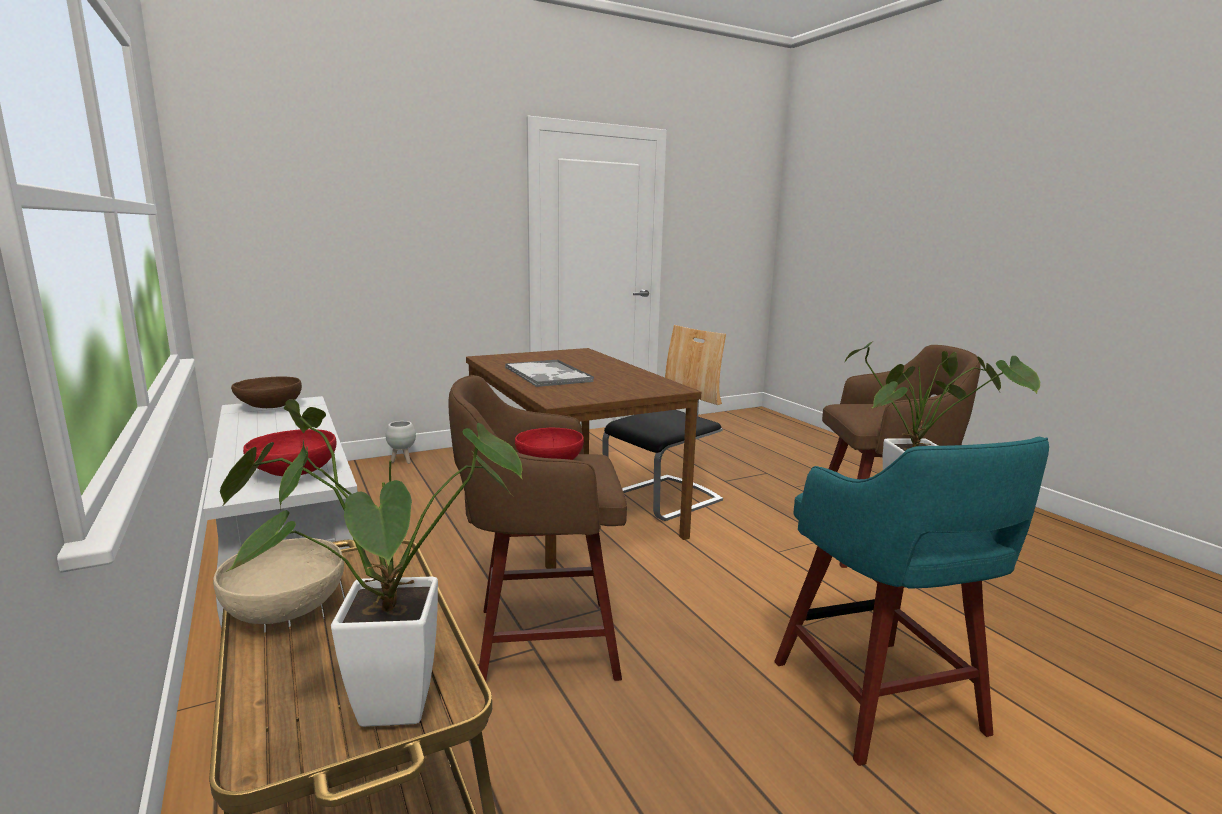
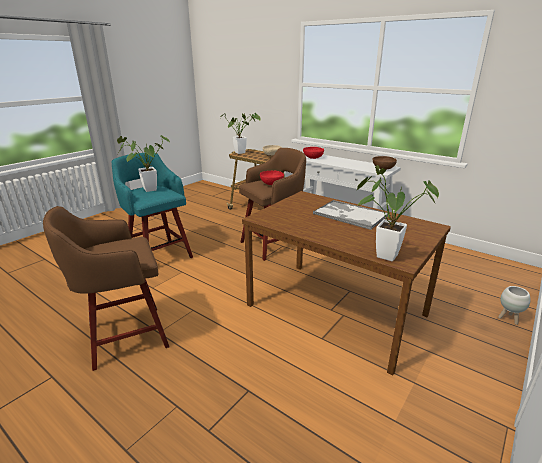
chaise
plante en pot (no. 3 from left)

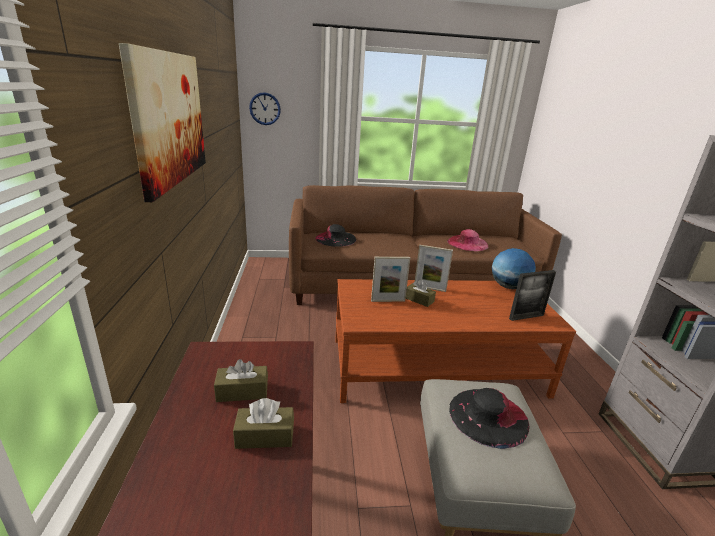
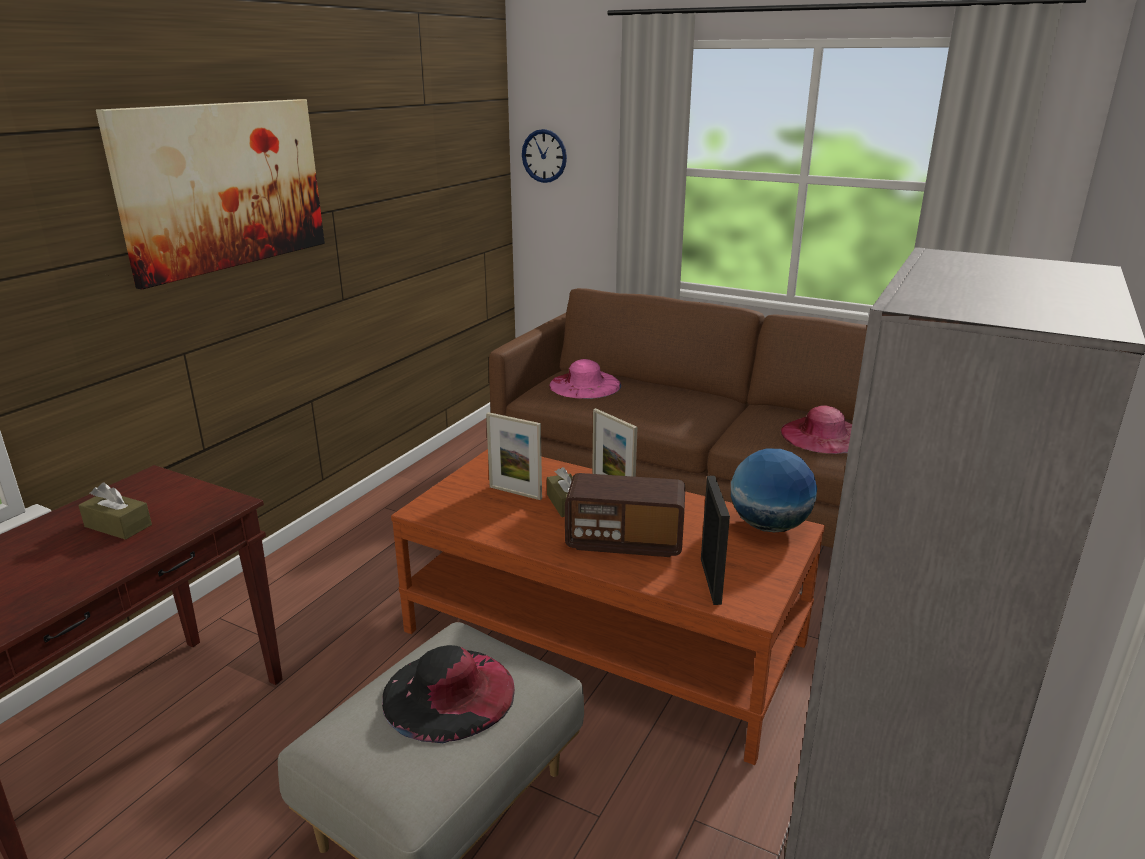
boîte à mouchoirs [marron] (no. 2 from left in the first image)
radio
chapeau [rose] (no. 1 from left)
cadre photo (no. 3 from left)

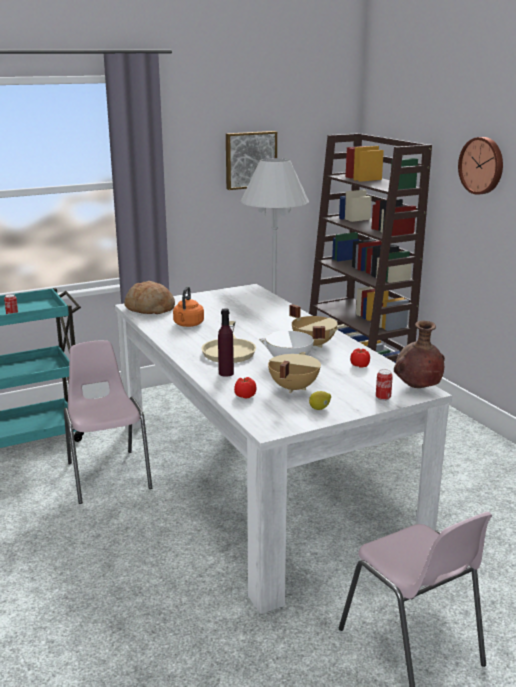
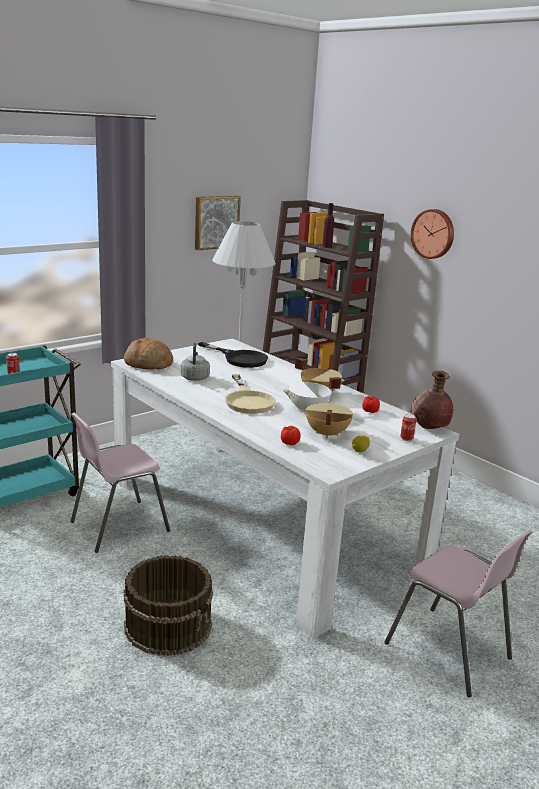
seau [marron]
poêle [noir]
bouteille [violet]
bouilloire [gris]
chaise [rose] (no. 1 from left)

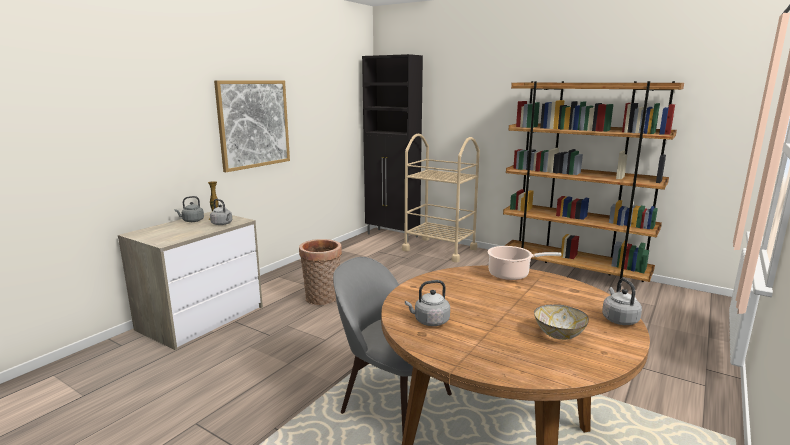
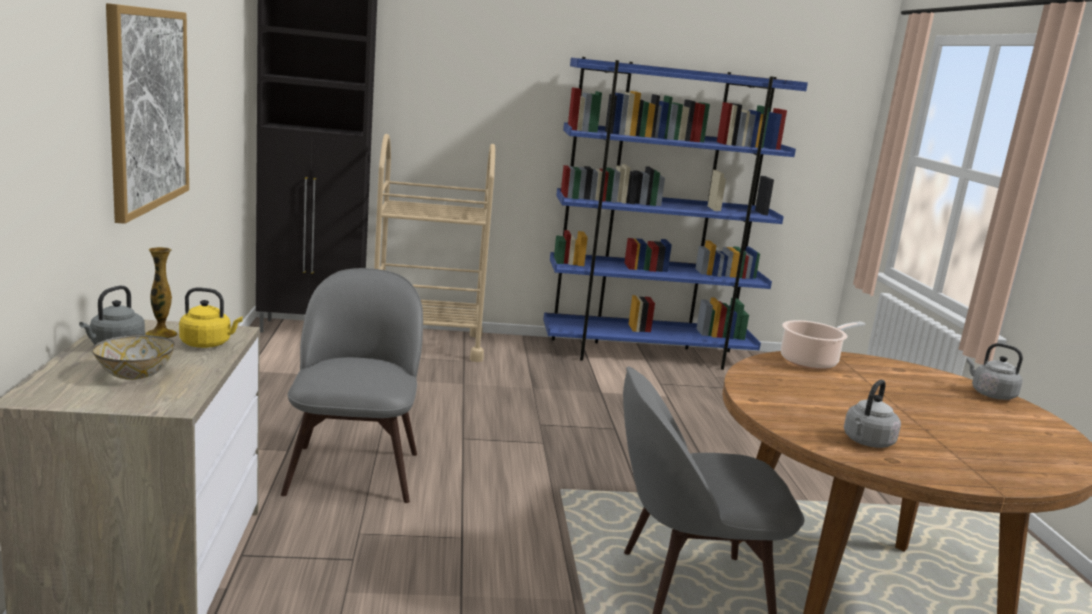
bol
chaise [gris] (no. 1 from left)
bouilloire [jaune]
bibliothèque [bleu]

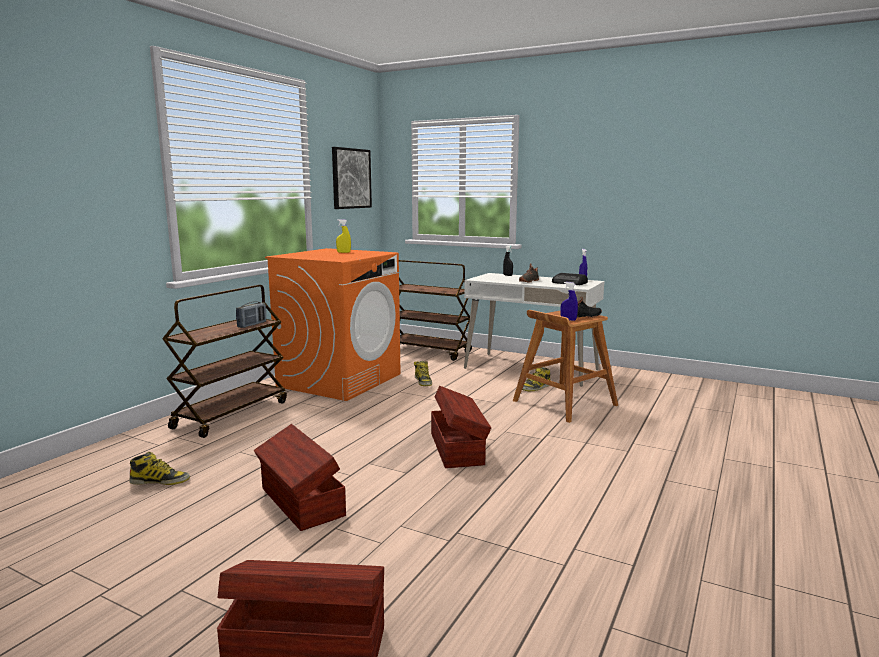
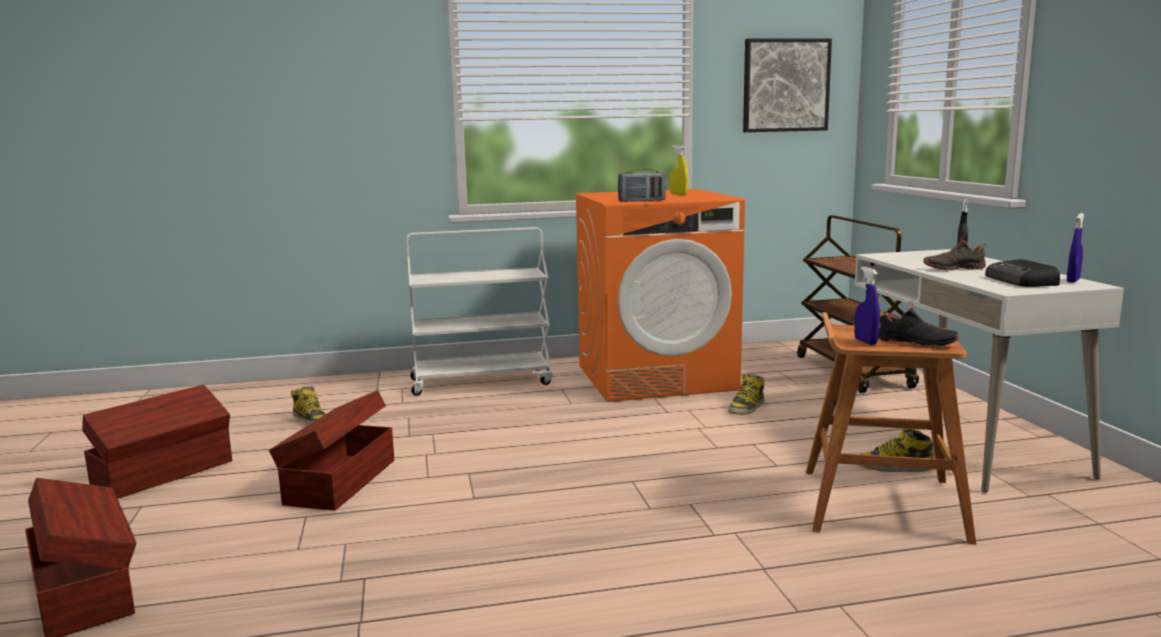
radio (no. 1 from left)
boîte de rangement [marron] (no. 2 from left)
chariot [blanc]

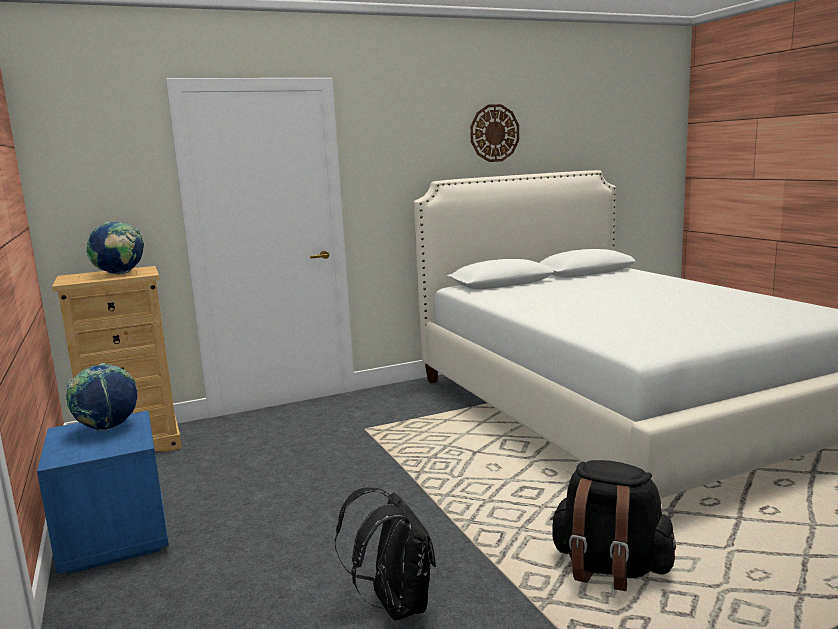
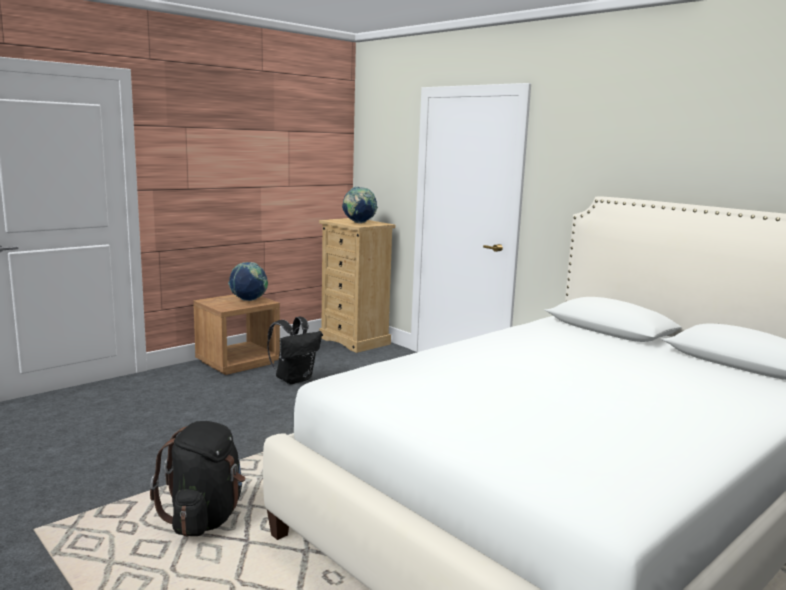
horloge murale
sac à dos [noir] (no. 2 from left)
table de chevet [marron]

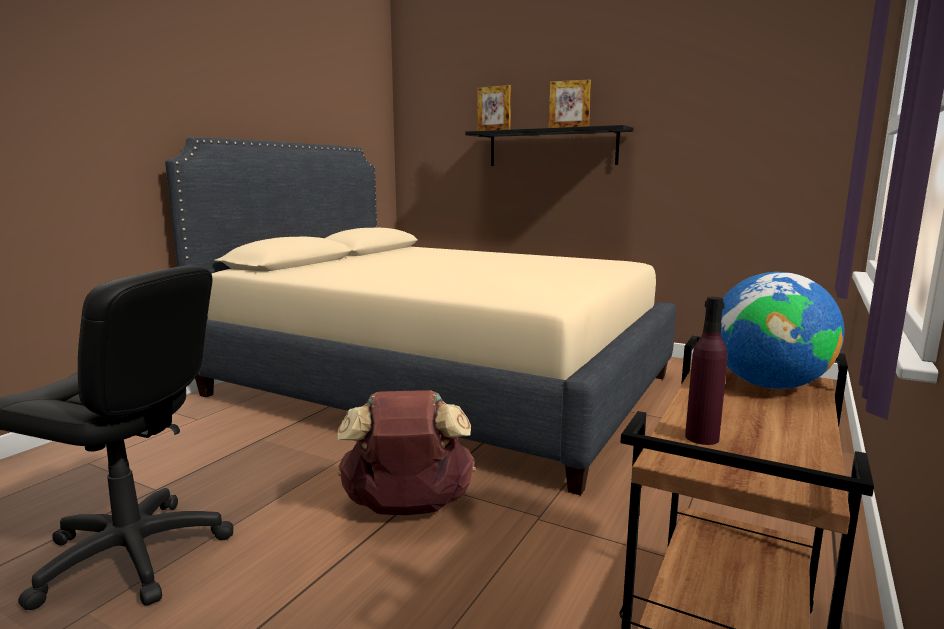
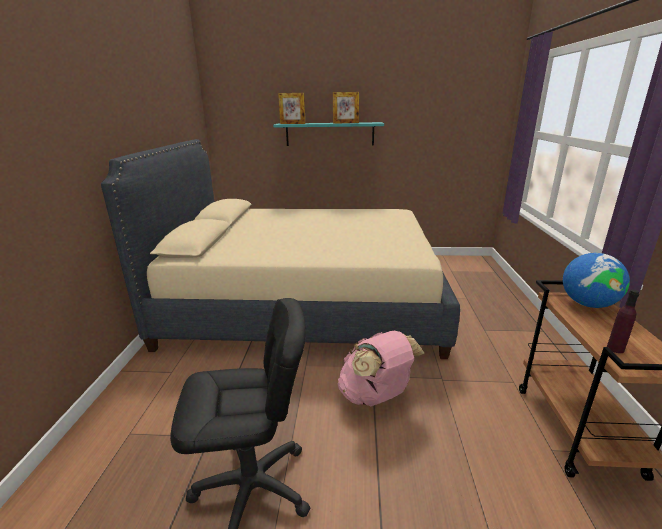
sac à dos [rose]
étagère [turquoise]

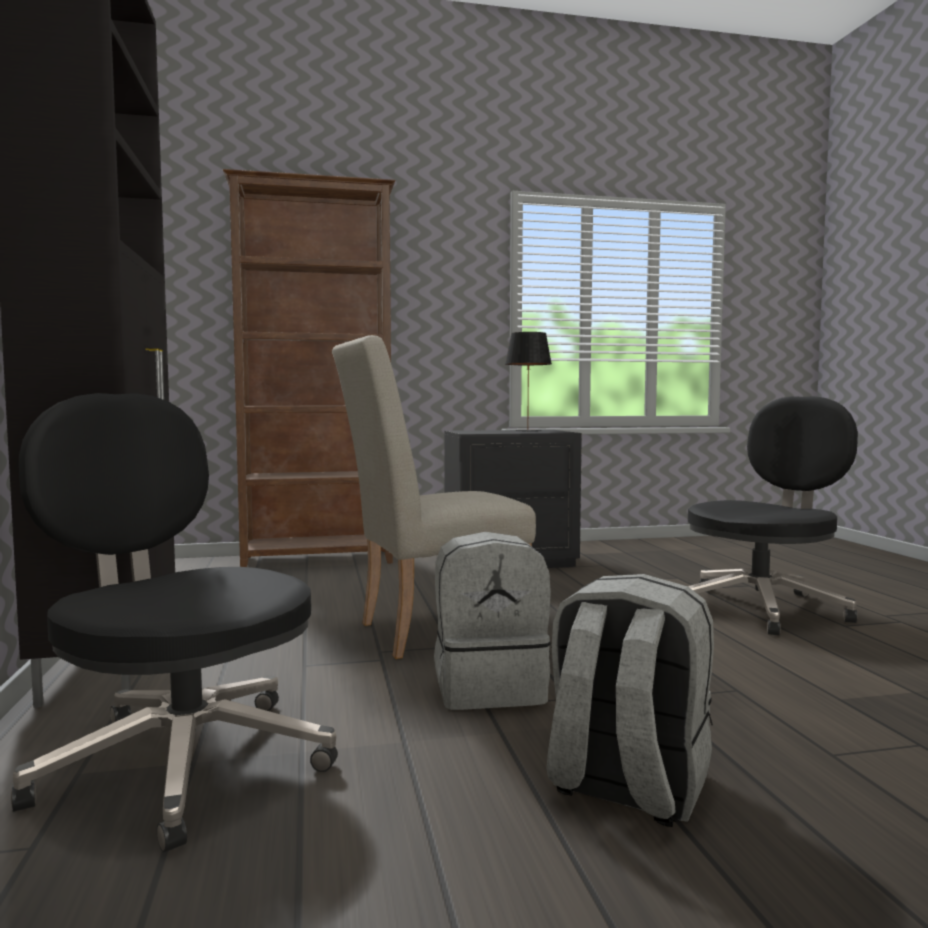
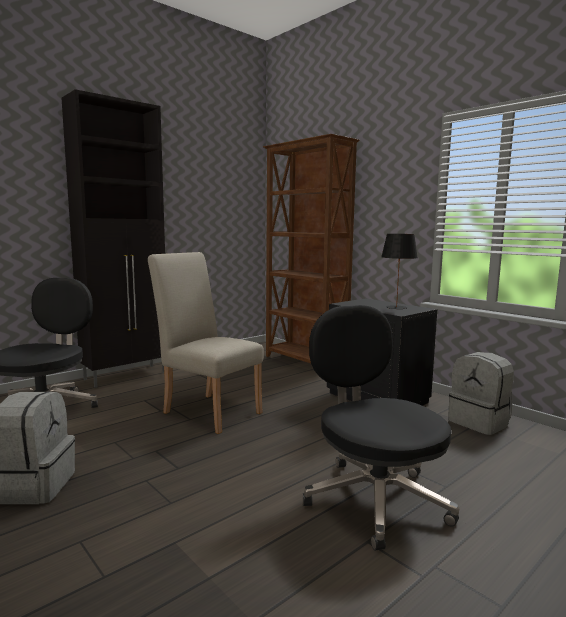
sac à dos [gris] (no. 2 from left)
chaise de bureau [noir] (no. 2 from left)

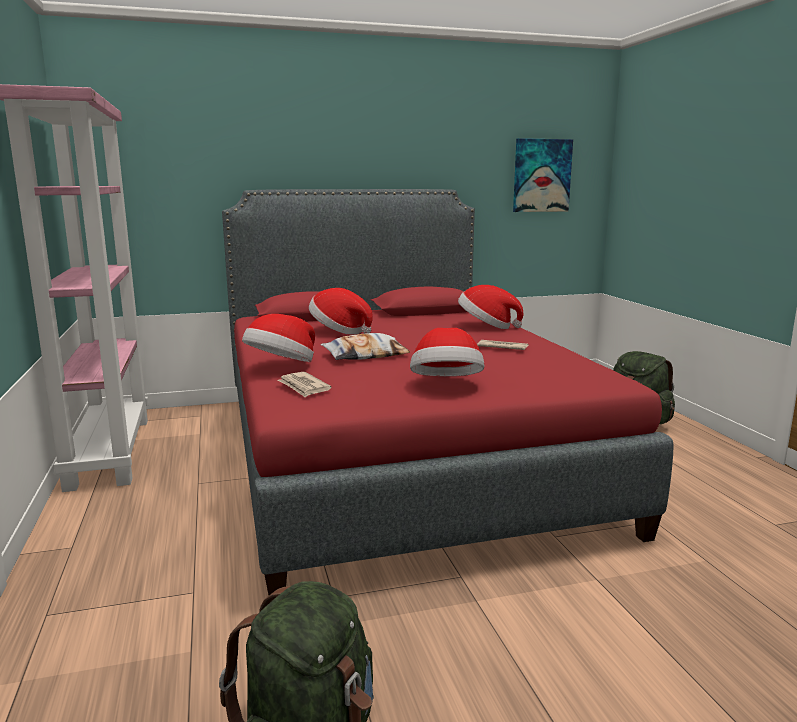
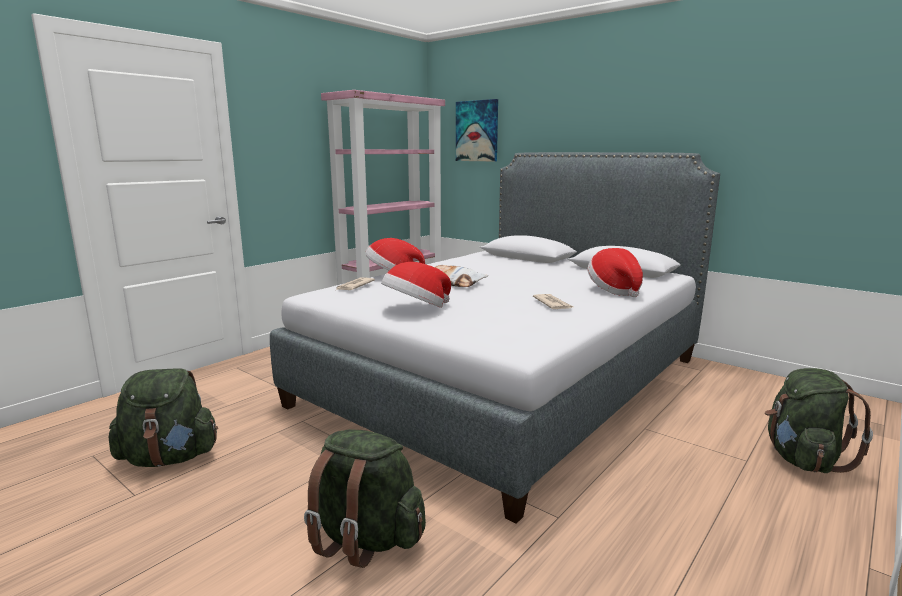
chapeau (no. 2 from left in the first image)
sac à dos [vert] (no. 2 from left)
tableau
lit [gris]

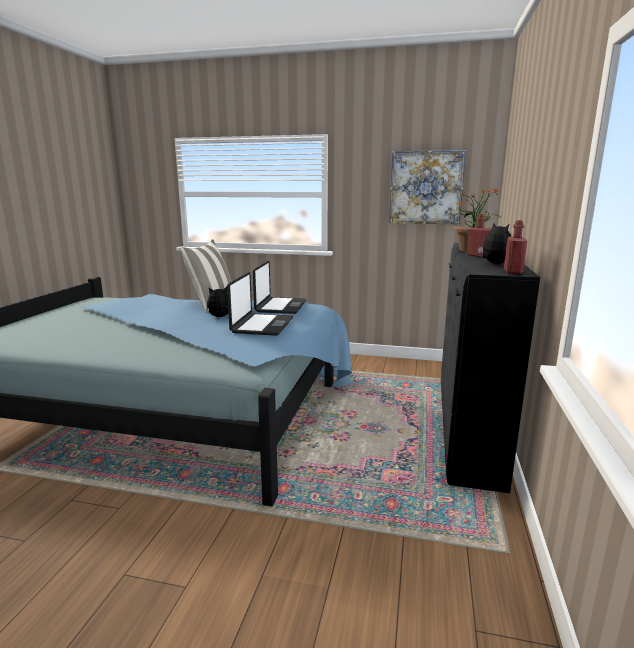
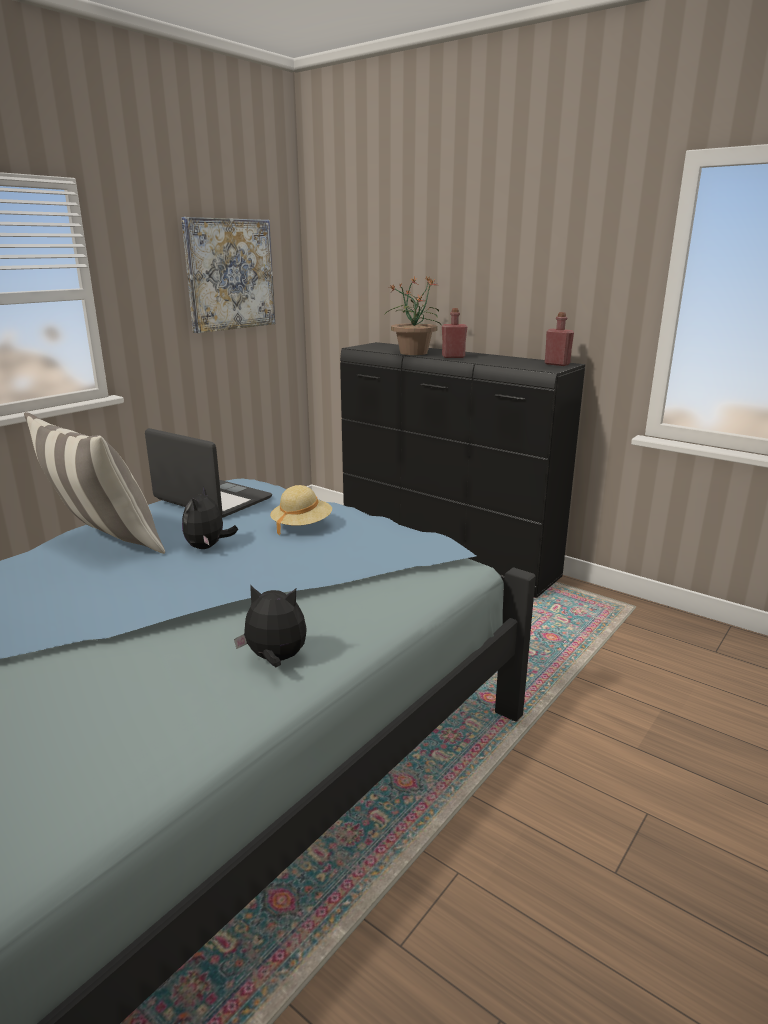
peluche (no. 2 from left)
chapeau [beige]

